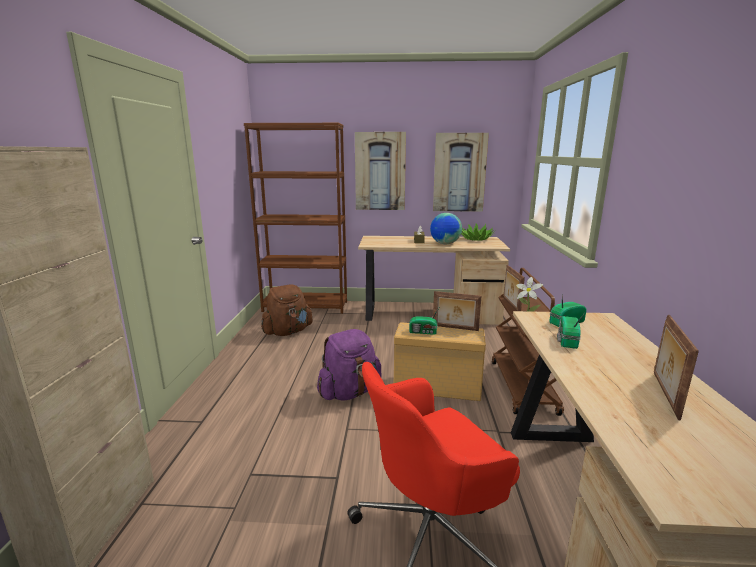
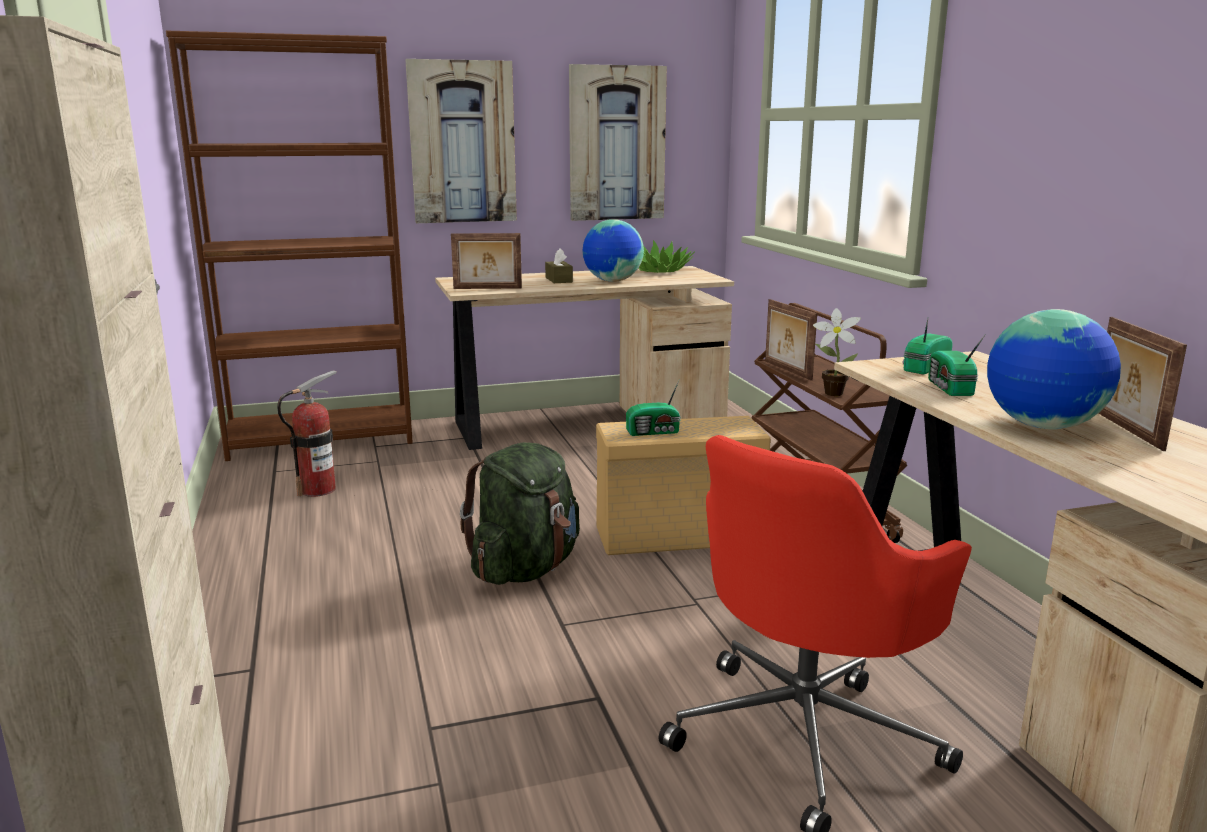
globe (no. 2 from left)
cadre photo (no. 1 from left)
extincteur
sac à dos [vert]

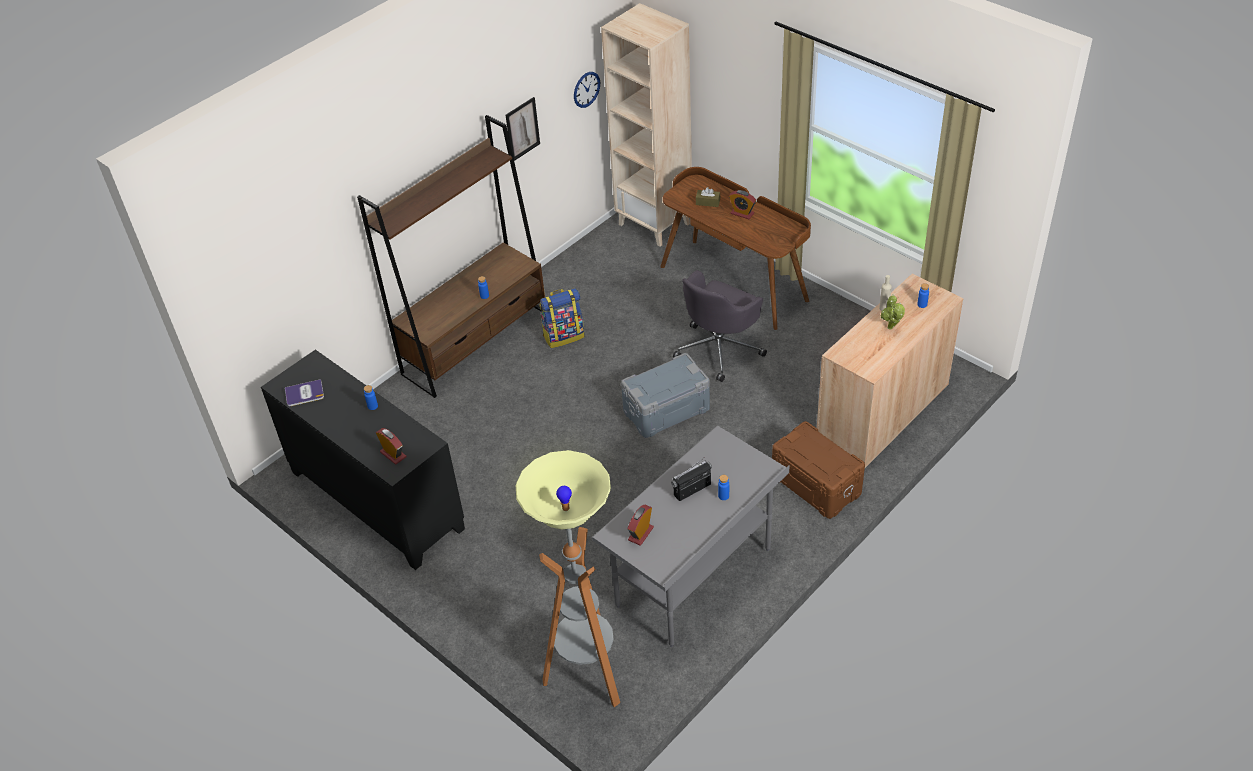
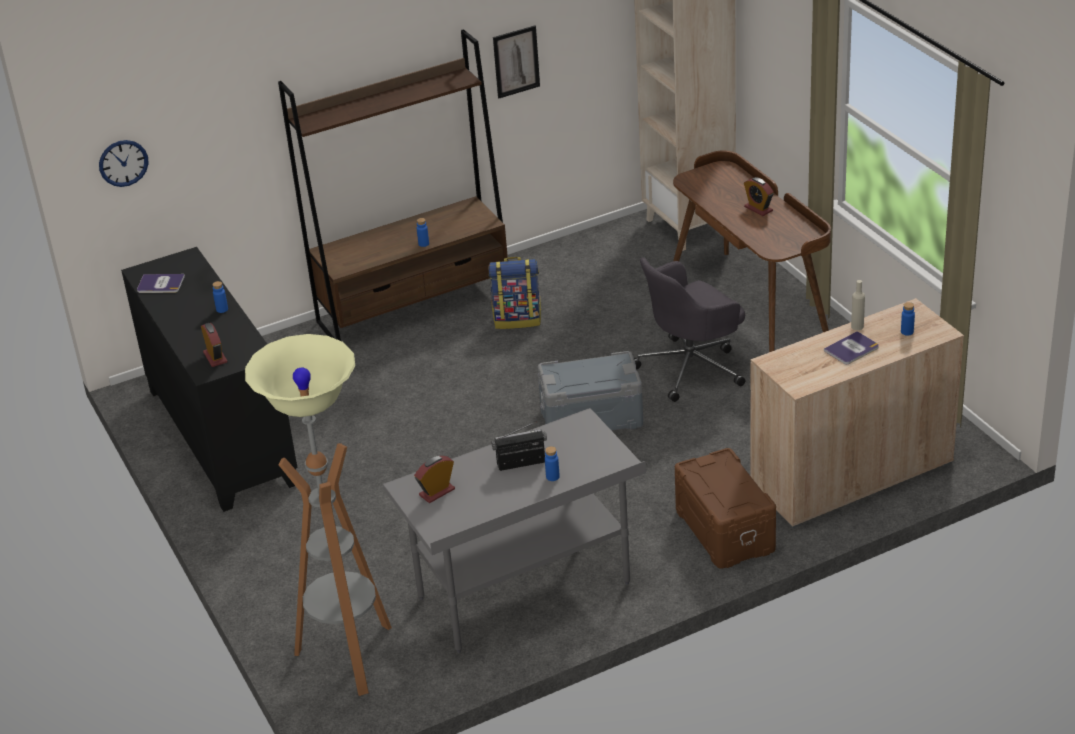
boîte à mouchoirs [marron]
horloge murale
livre (no. 2 from left)

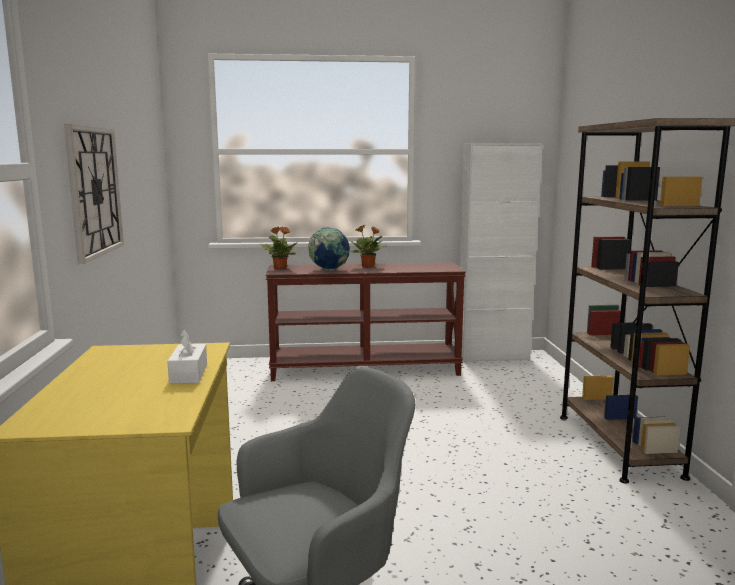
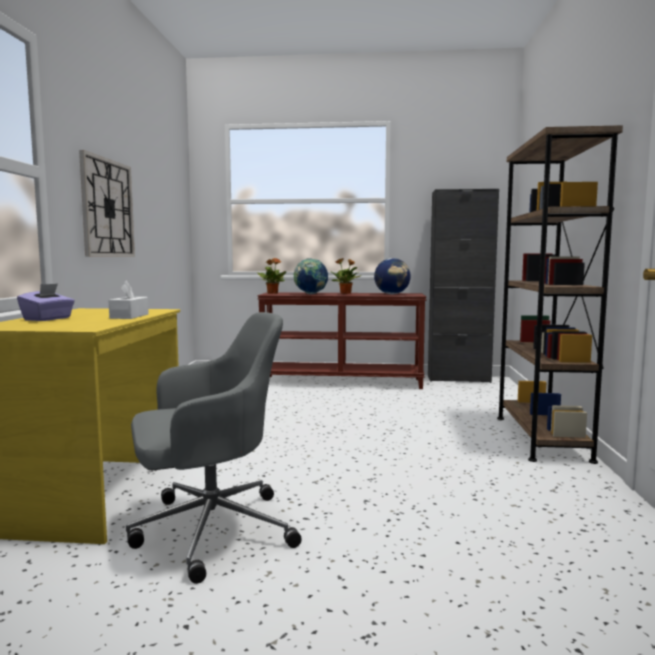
boîte à mouchoirs [violet]
globe (no. 2 from left)
meuble de rangement [noir]

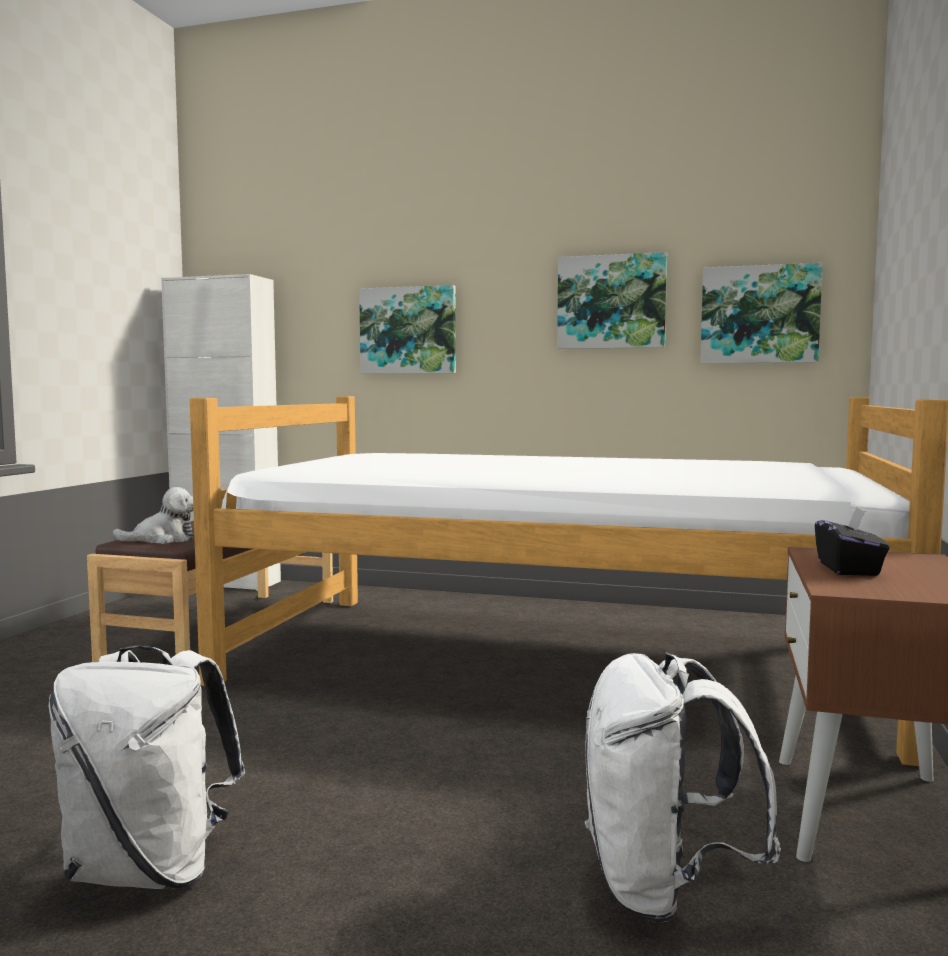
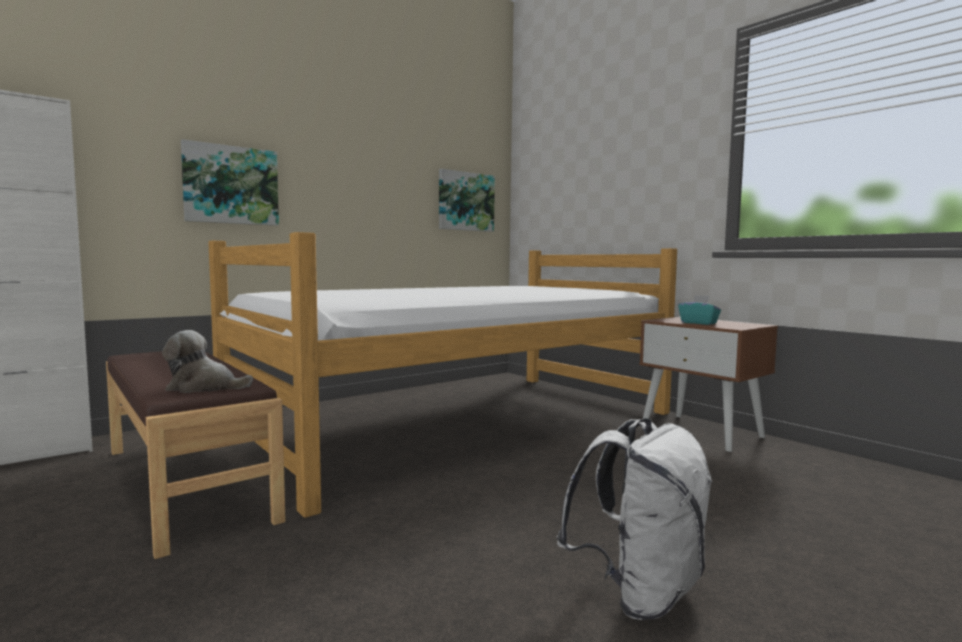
tableau (no. 2 from left in the first image)
sac à dos [blanc] (no. 2 from left in the first image)
boîte à mouchoirs [turquoise]
peluche

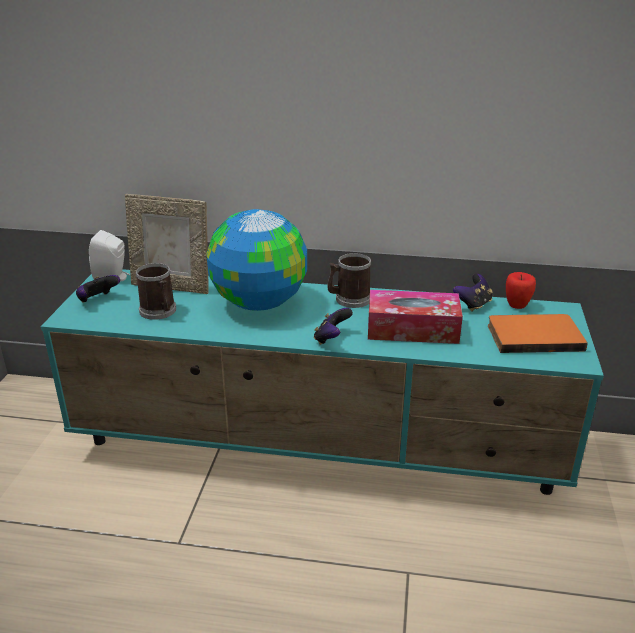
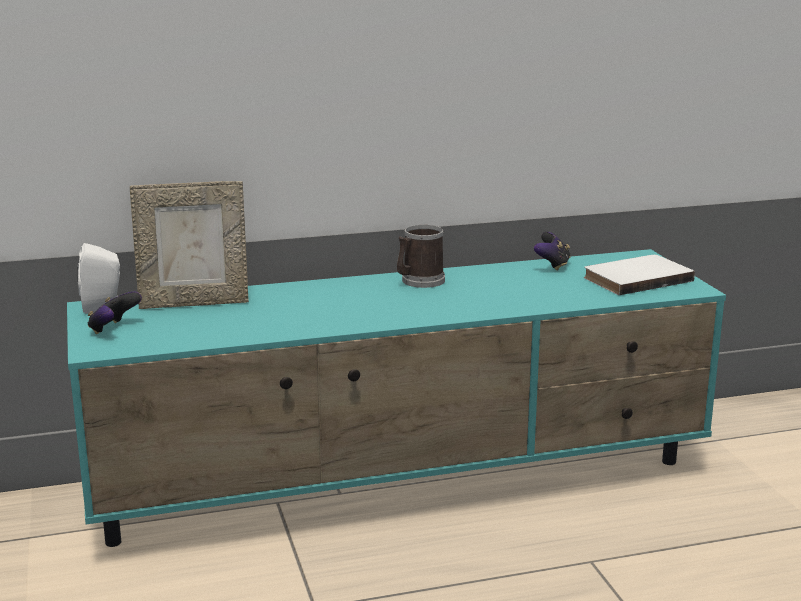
mug (no. 1 from left in the first image)
globe
manette (no. 2 from left in the first image)
boîte à mouchoirs
pomme
livre [blanc]

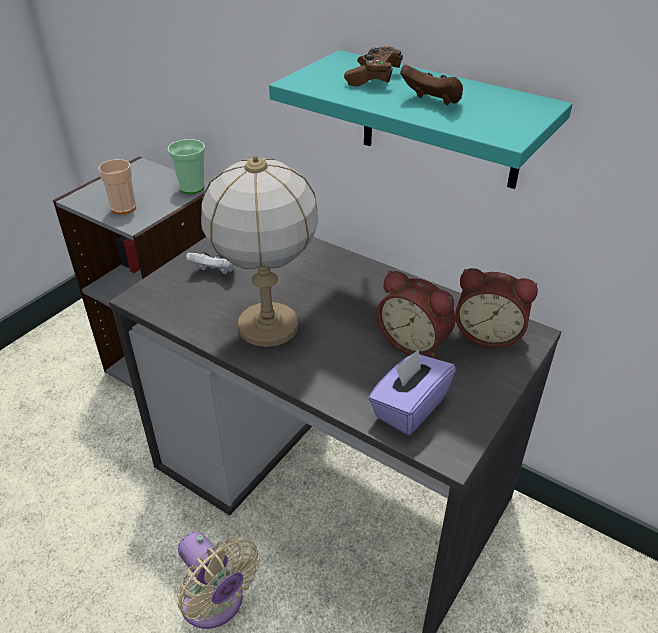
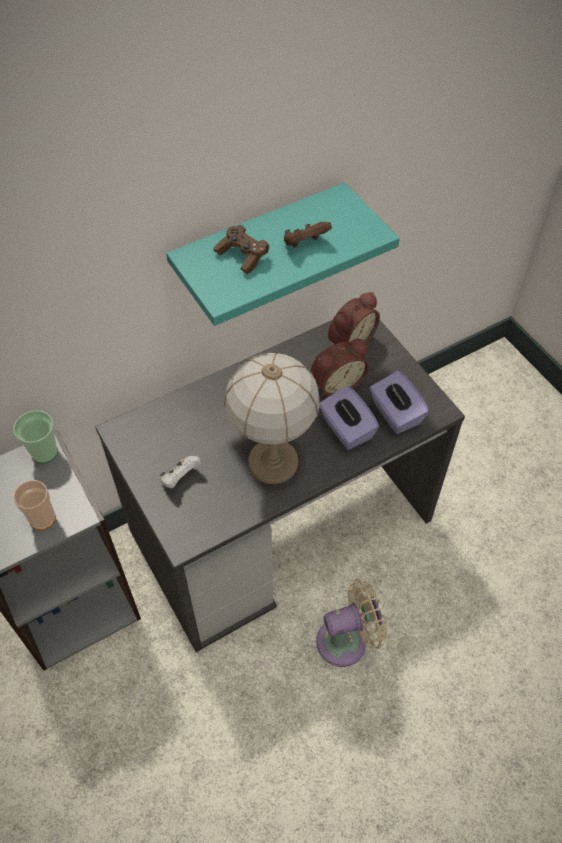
boîte à mouchoirs [violet] (no. 1 from left)

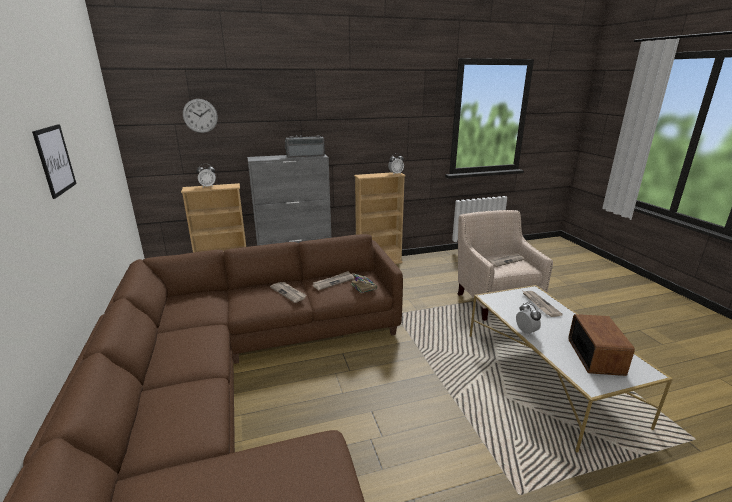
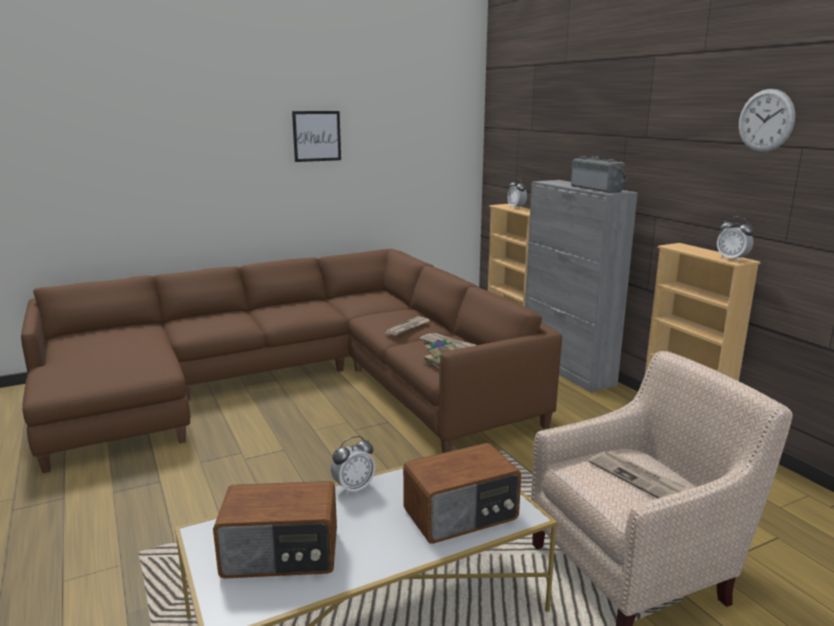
horloge murale
radio (no. 2 from left)

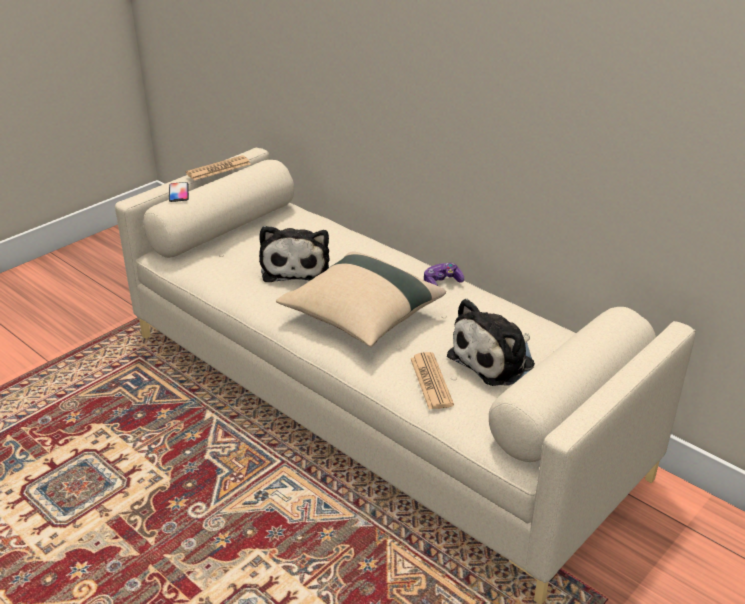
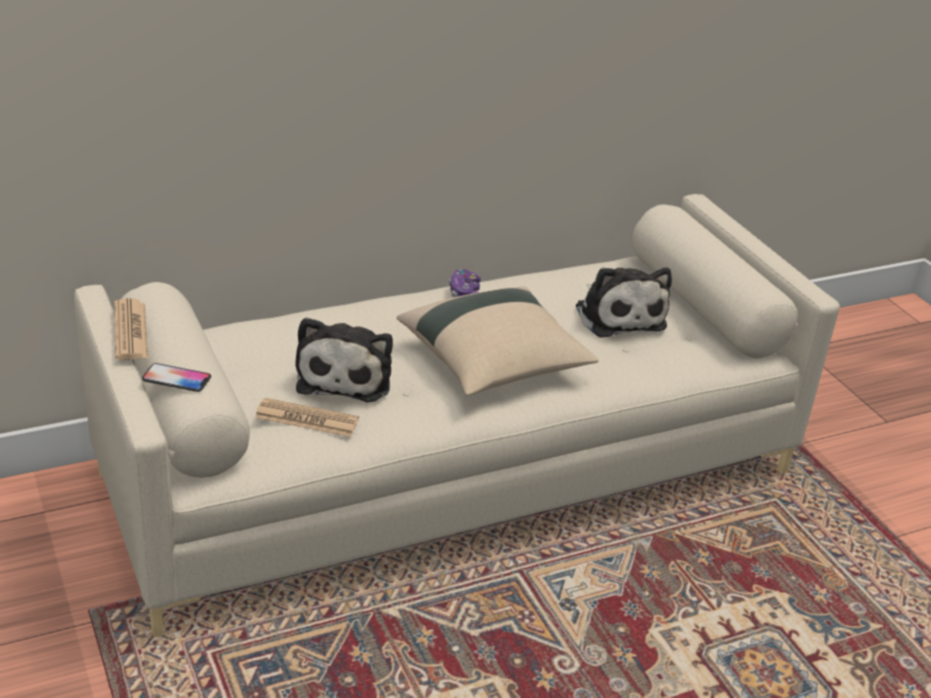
journal (no. 2 from left)
peluche (no. 1 from left)

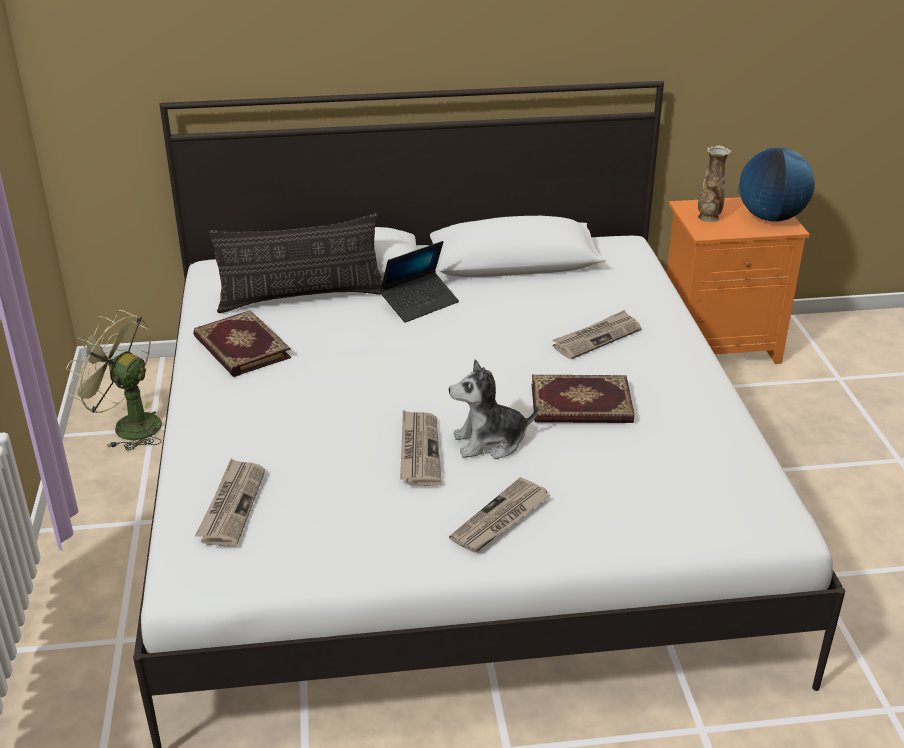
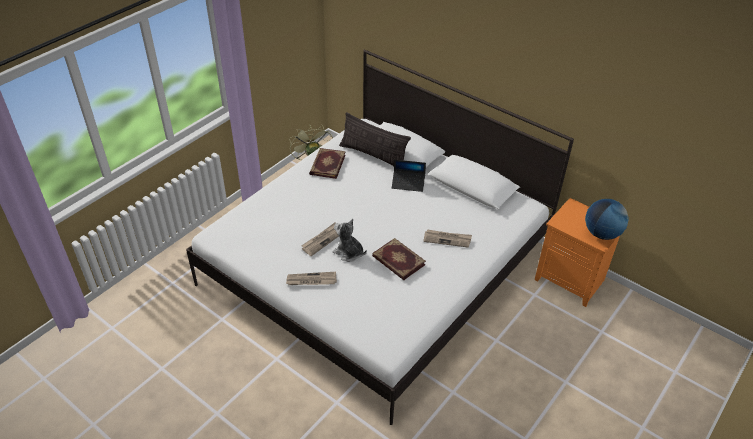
journal (no. 1 from left in the first image)
vase

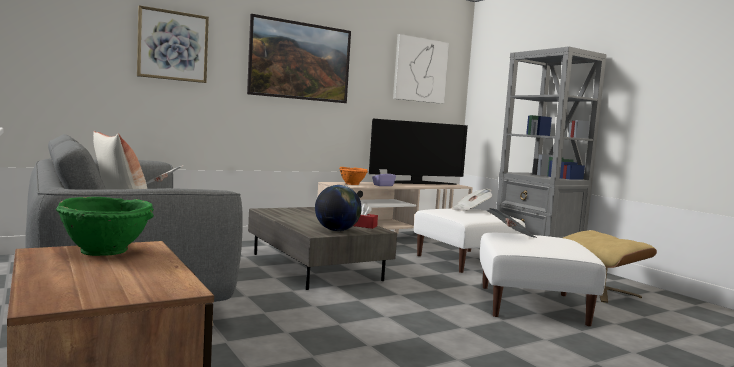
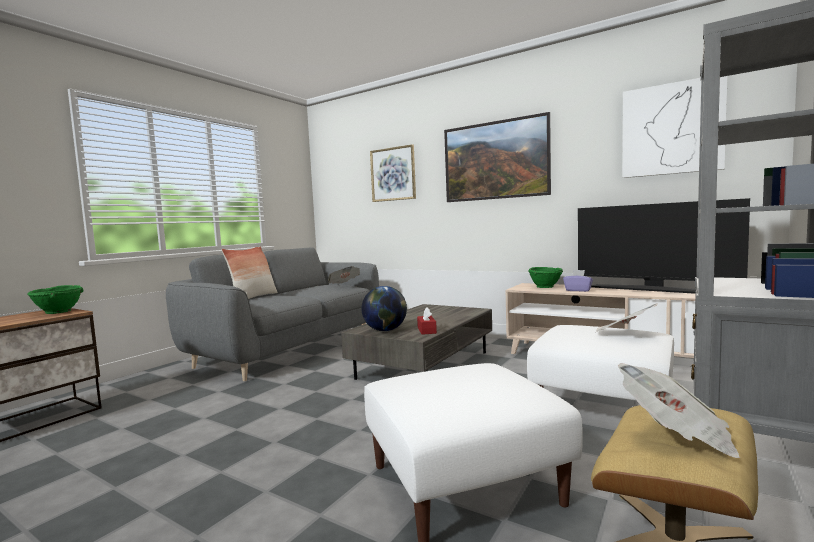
journal (no. 3 from left)
bol [vert] (no. 2 from left)

